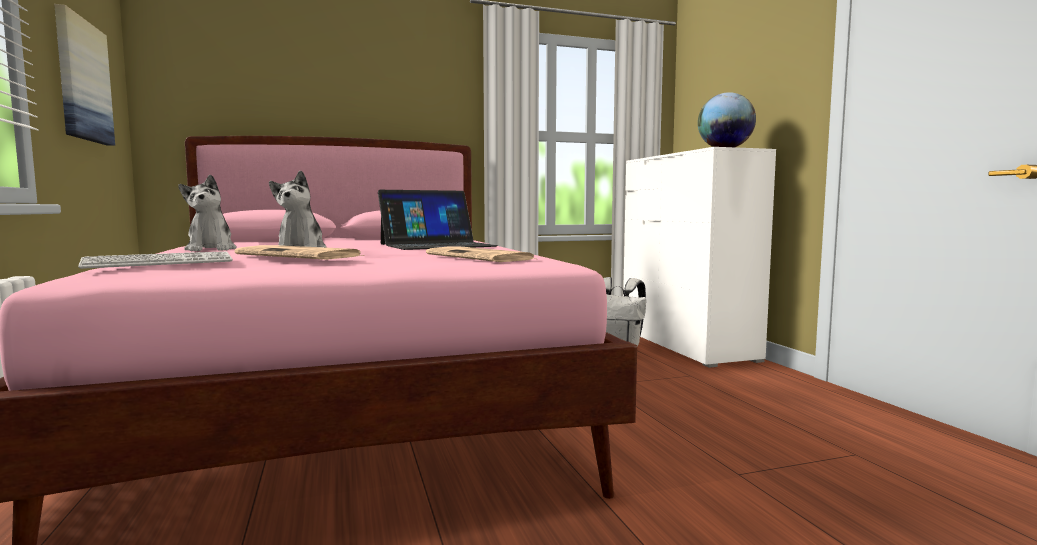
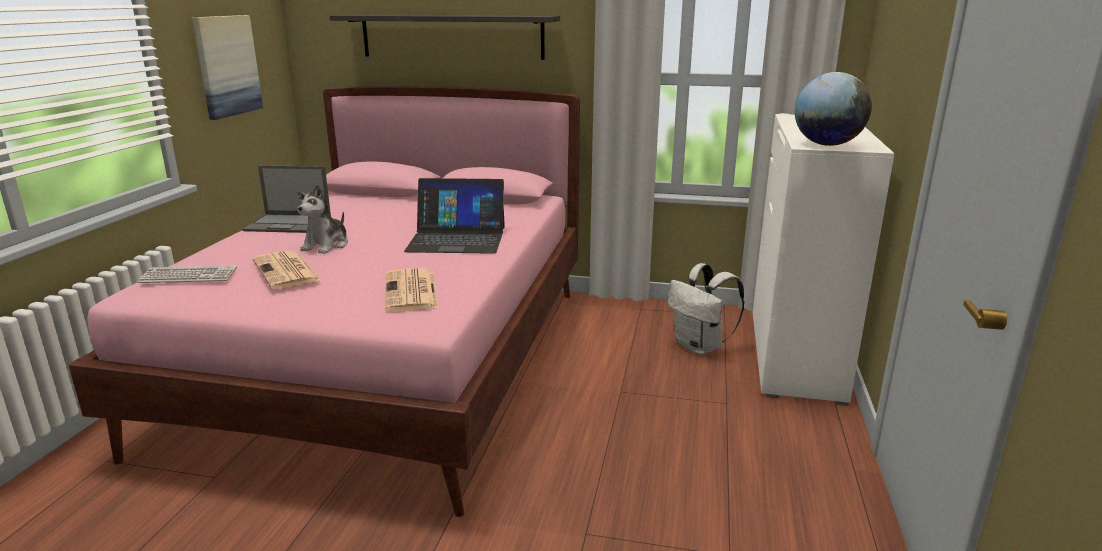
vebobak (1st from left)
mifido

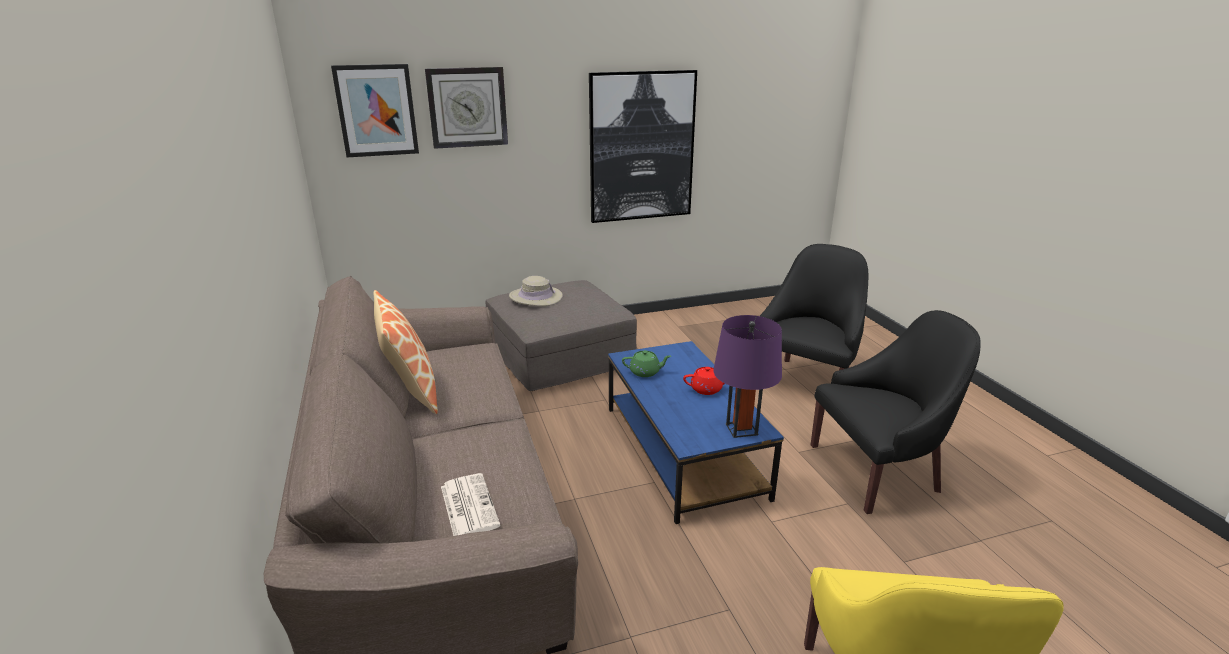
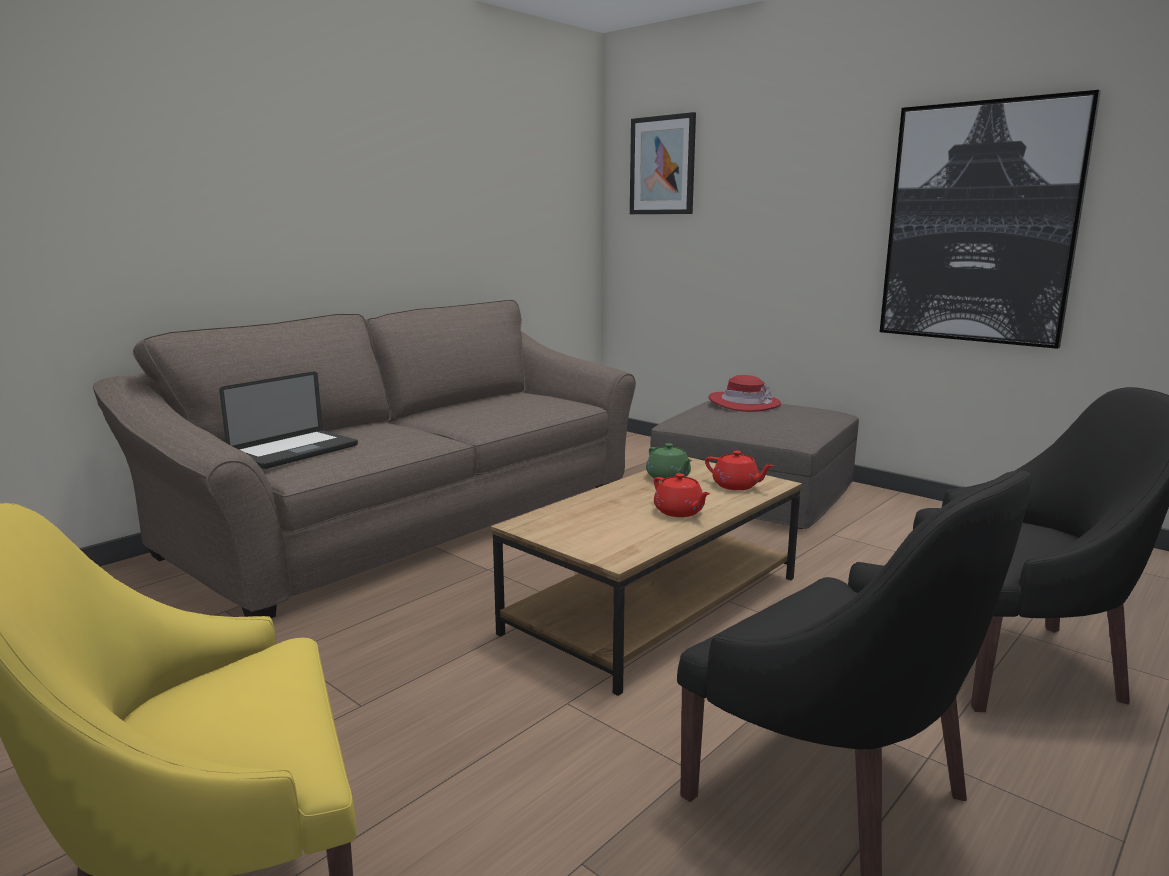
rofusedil
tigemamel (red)
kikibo
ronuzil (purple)
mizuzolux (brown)
vebobak
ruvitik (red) (2nd from left)

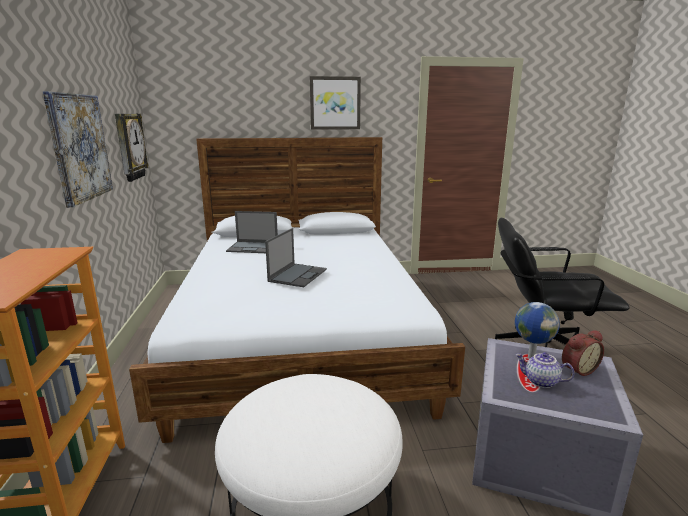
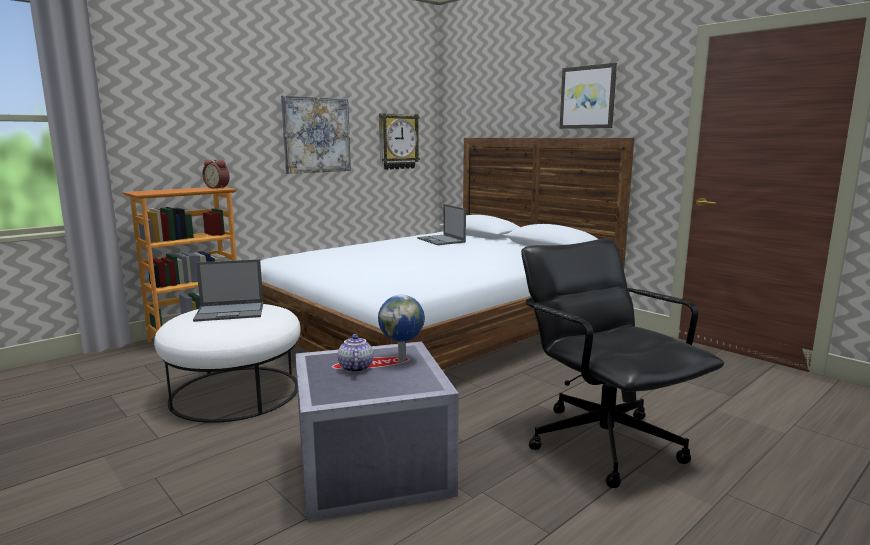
vebobak (1st from left)
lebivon

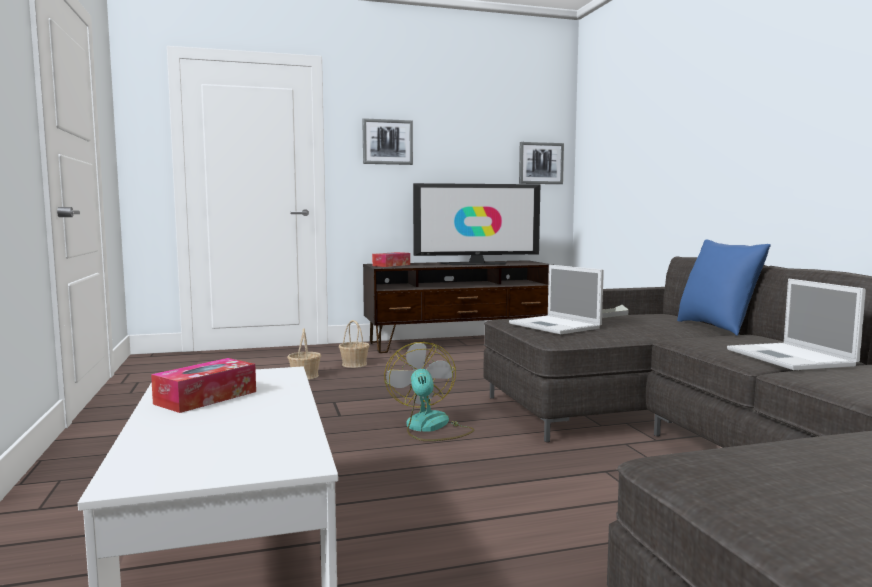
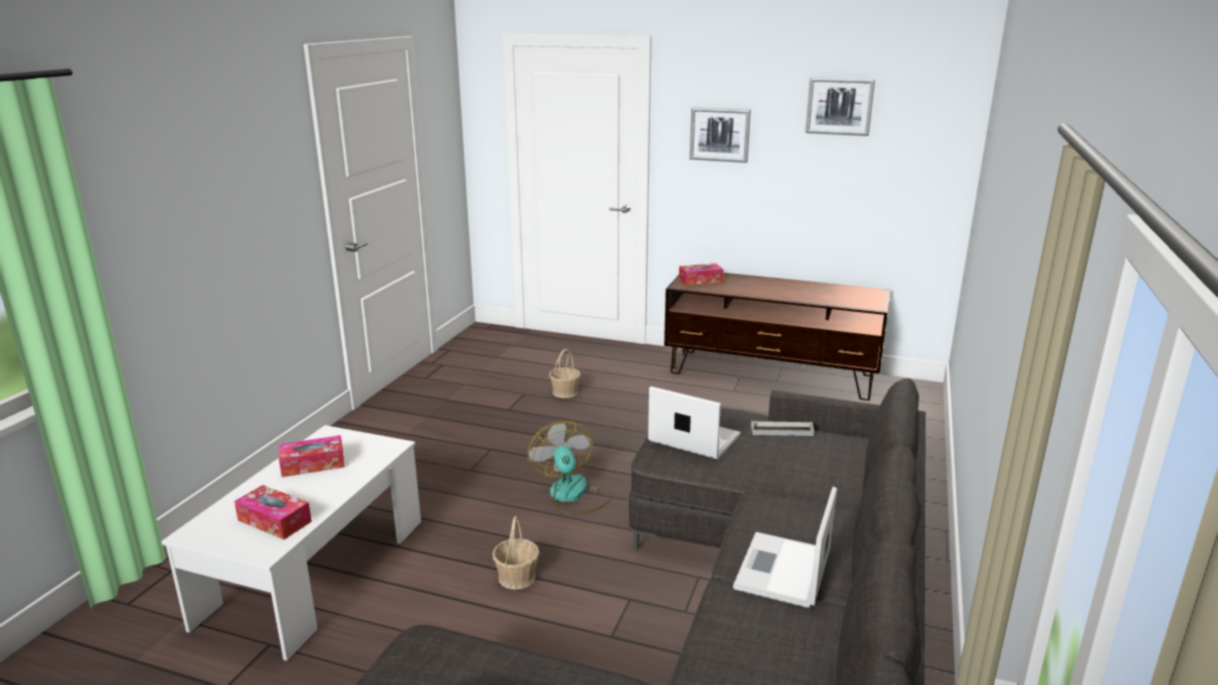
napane (2nd from left)
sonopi
kikibo (blue)
vebobak (1st from left)
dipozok (1st from left)
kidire
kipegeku (1st from left)

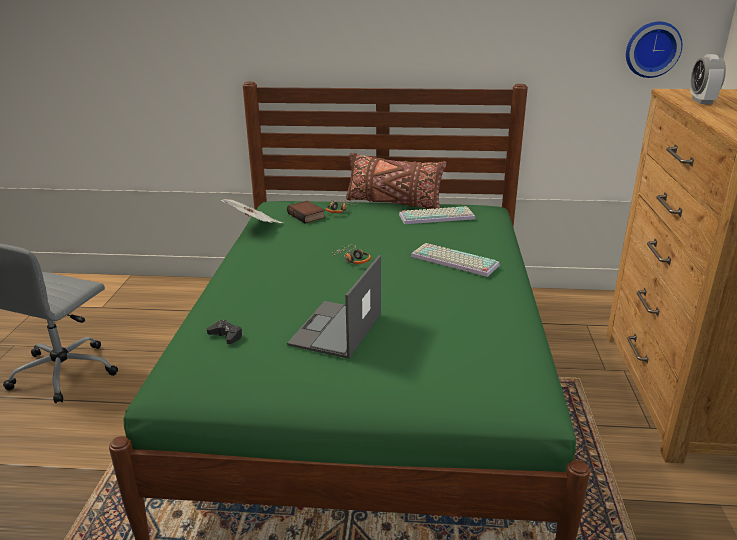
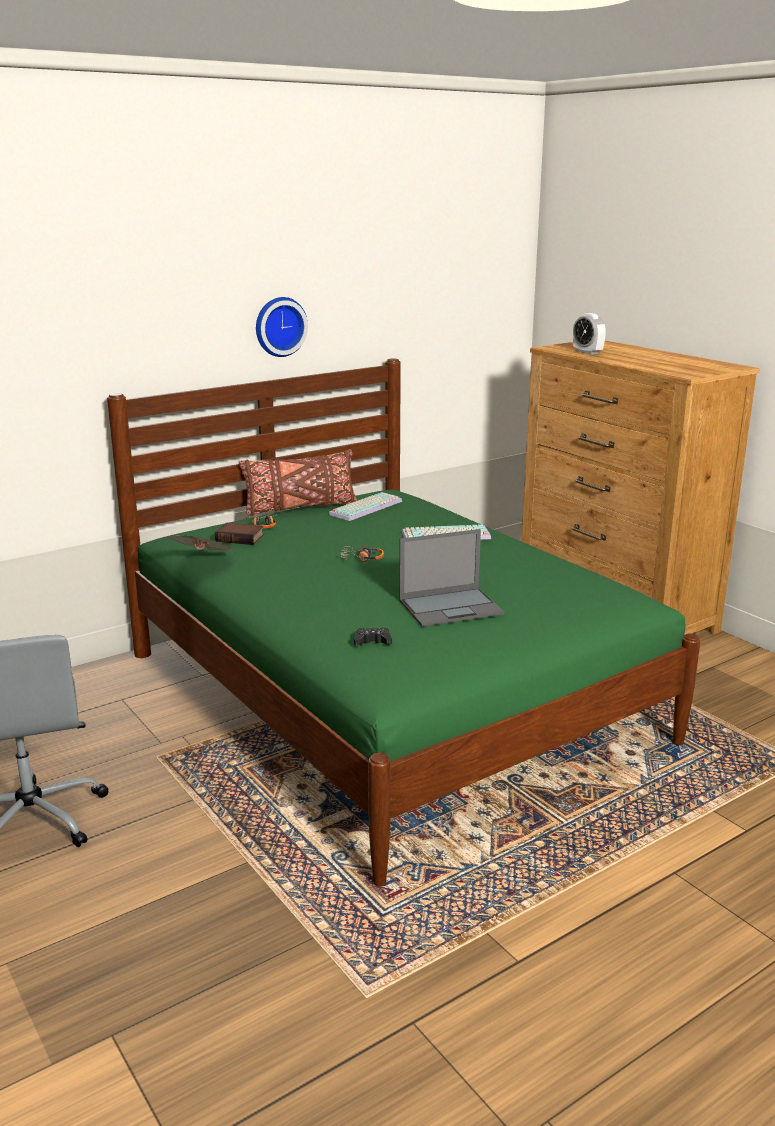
rofusedil
vebobak

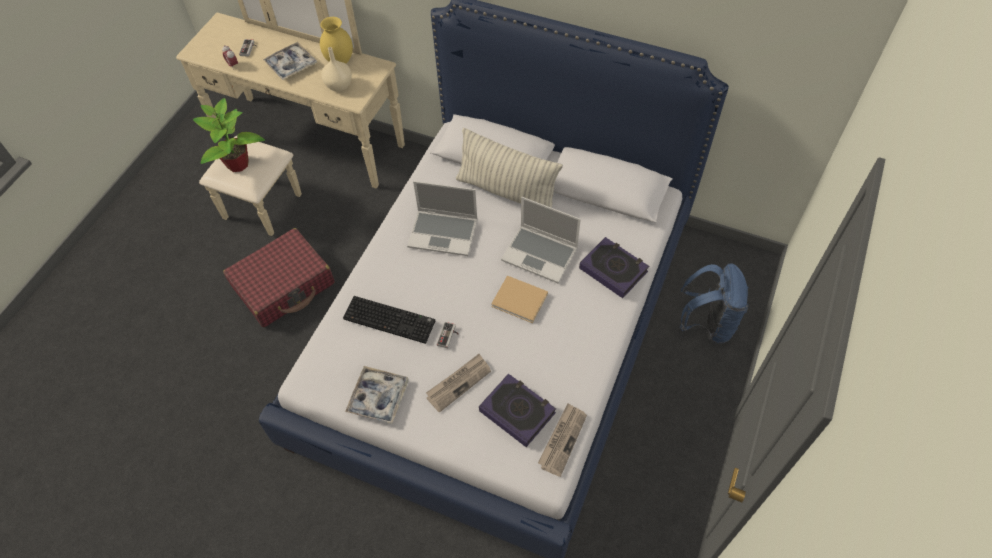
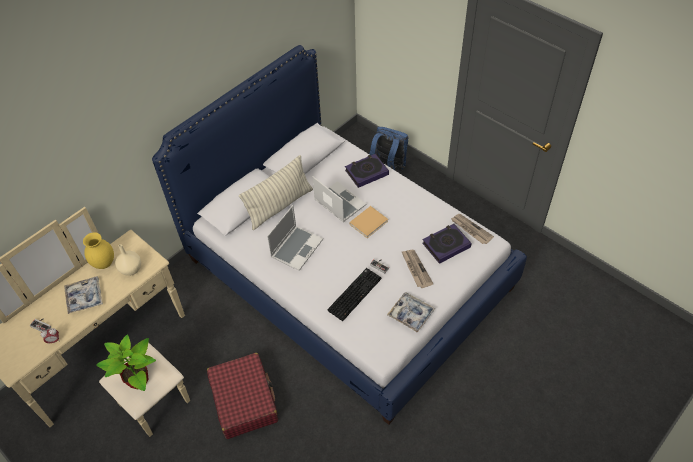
vebobak (2nd from left)

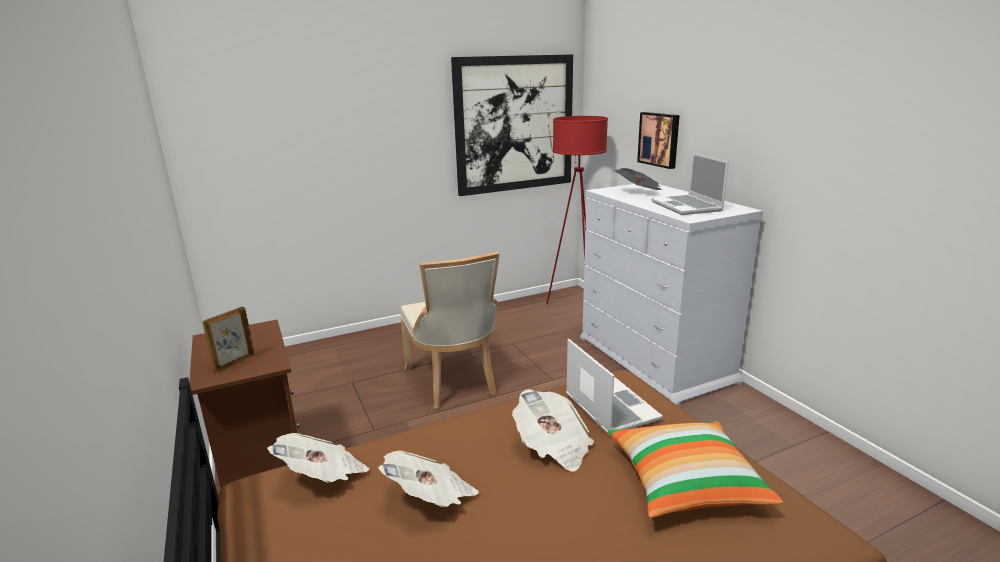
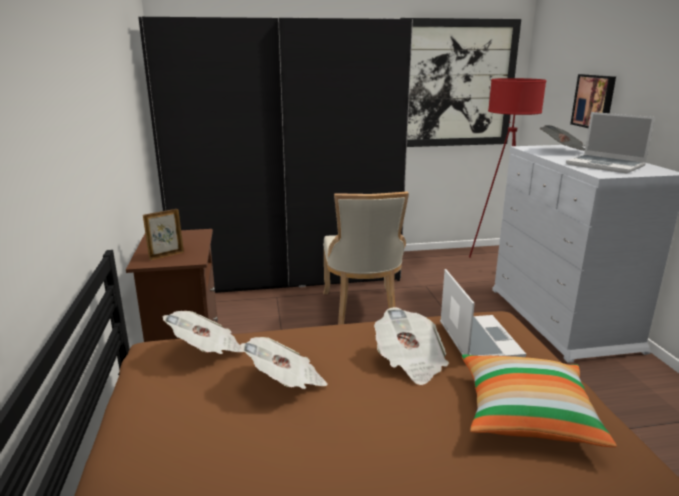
vebobak (2nd from left)
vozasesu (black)

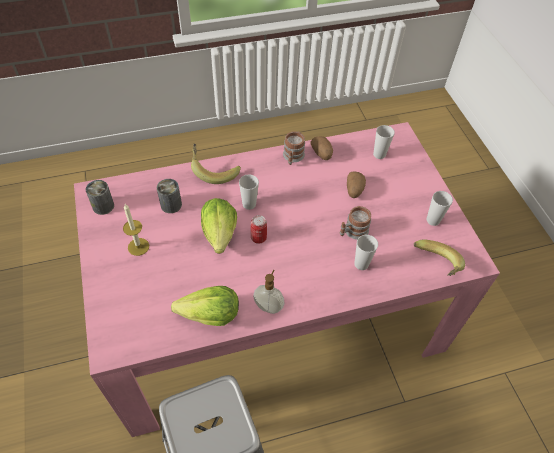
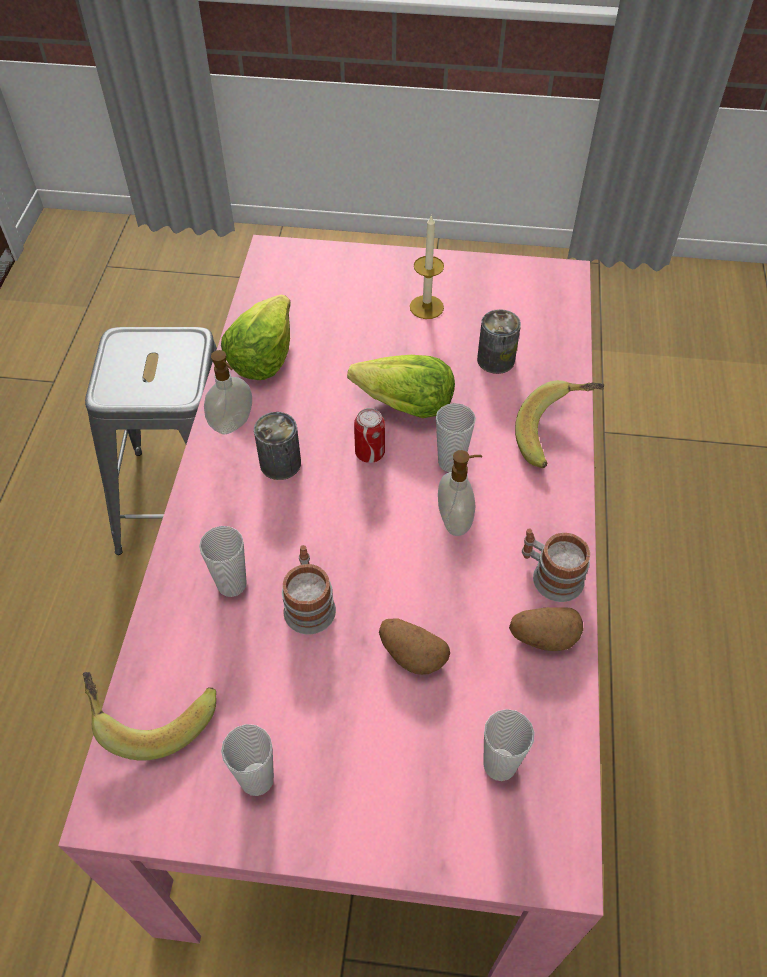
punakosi (1st from left)
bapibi (2nd from left)

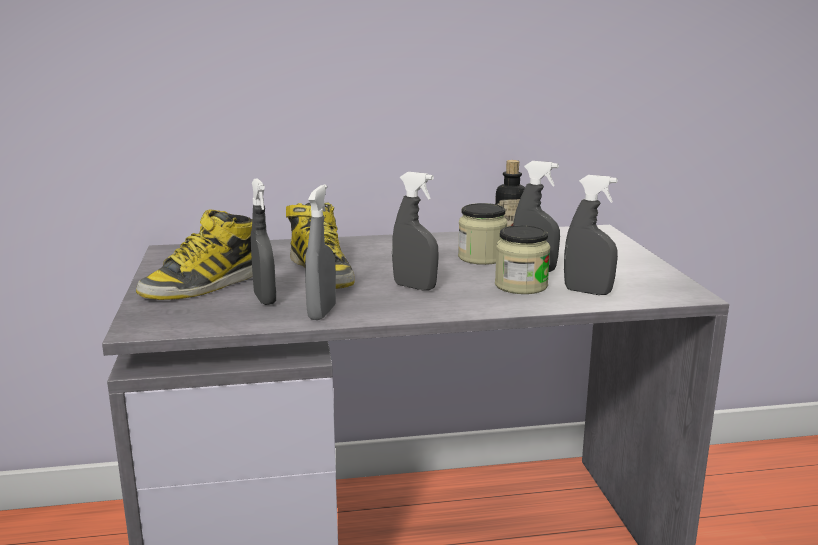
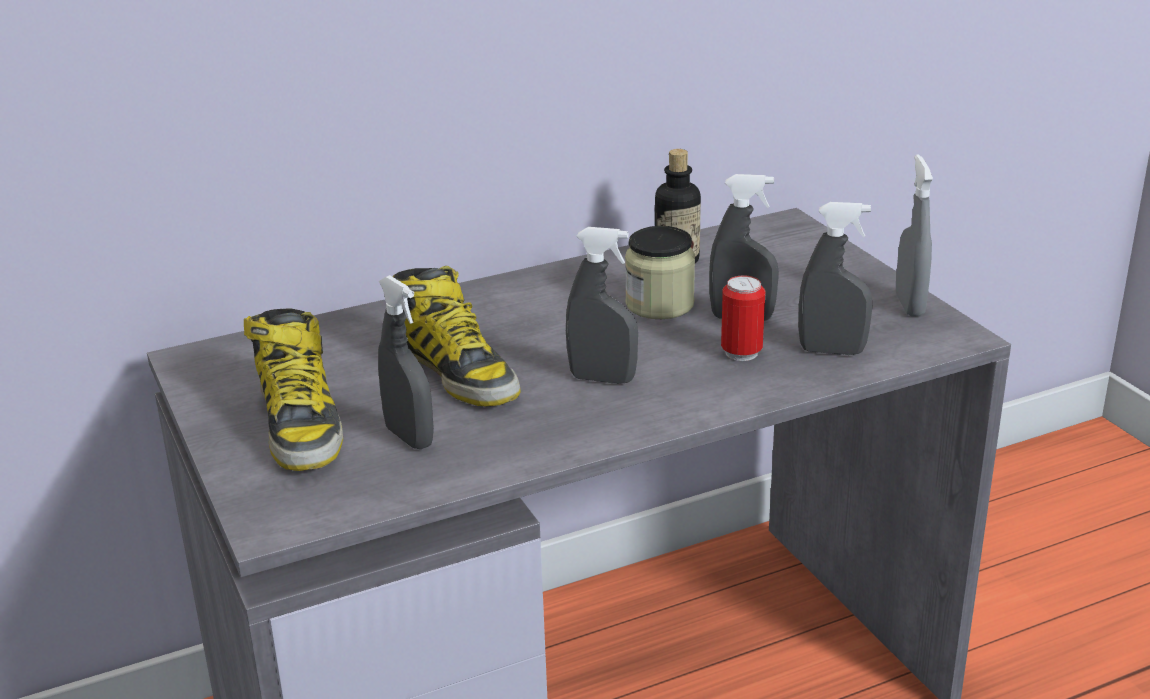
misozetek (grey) (5th from left)
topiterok (1st from left)
punakosi

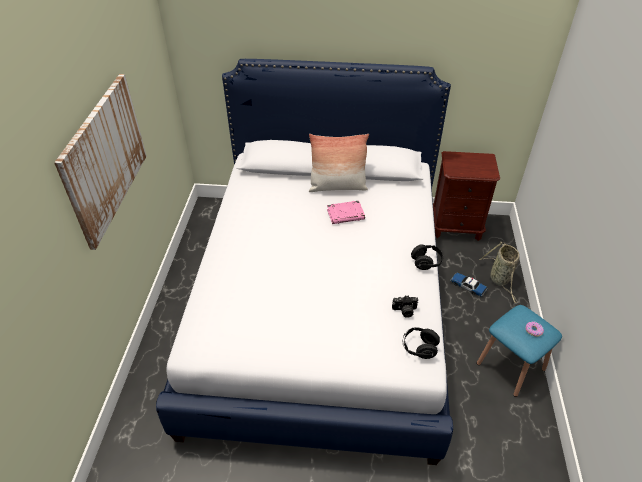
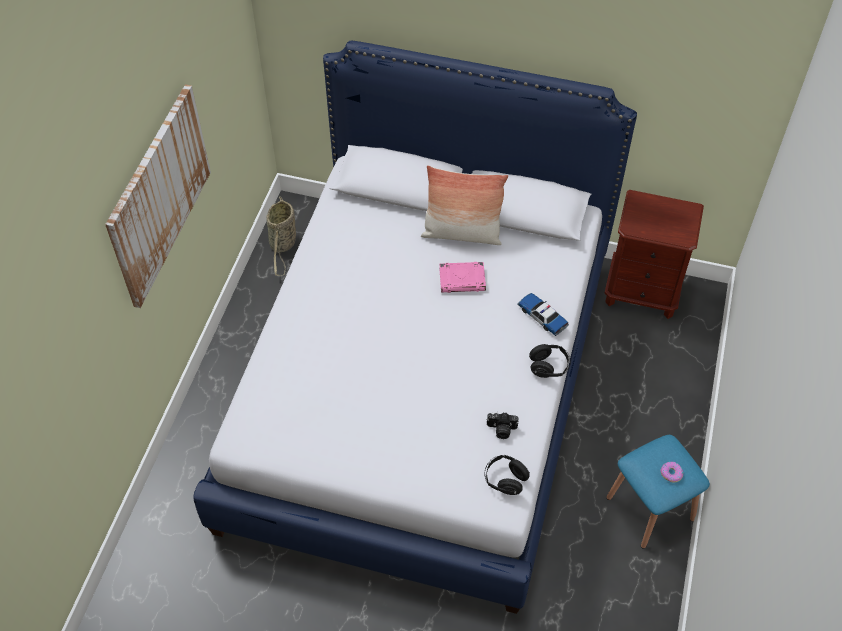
dipozok
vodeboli

